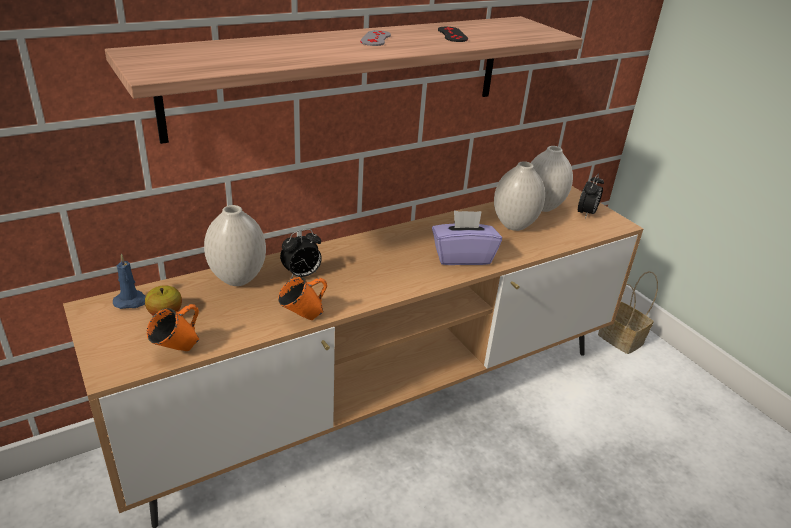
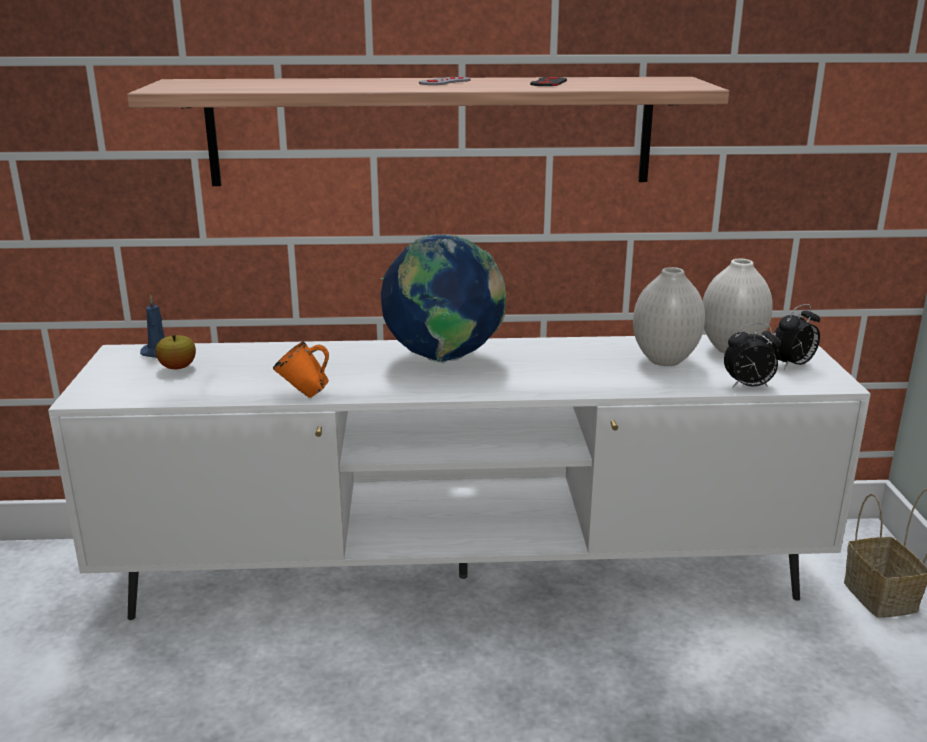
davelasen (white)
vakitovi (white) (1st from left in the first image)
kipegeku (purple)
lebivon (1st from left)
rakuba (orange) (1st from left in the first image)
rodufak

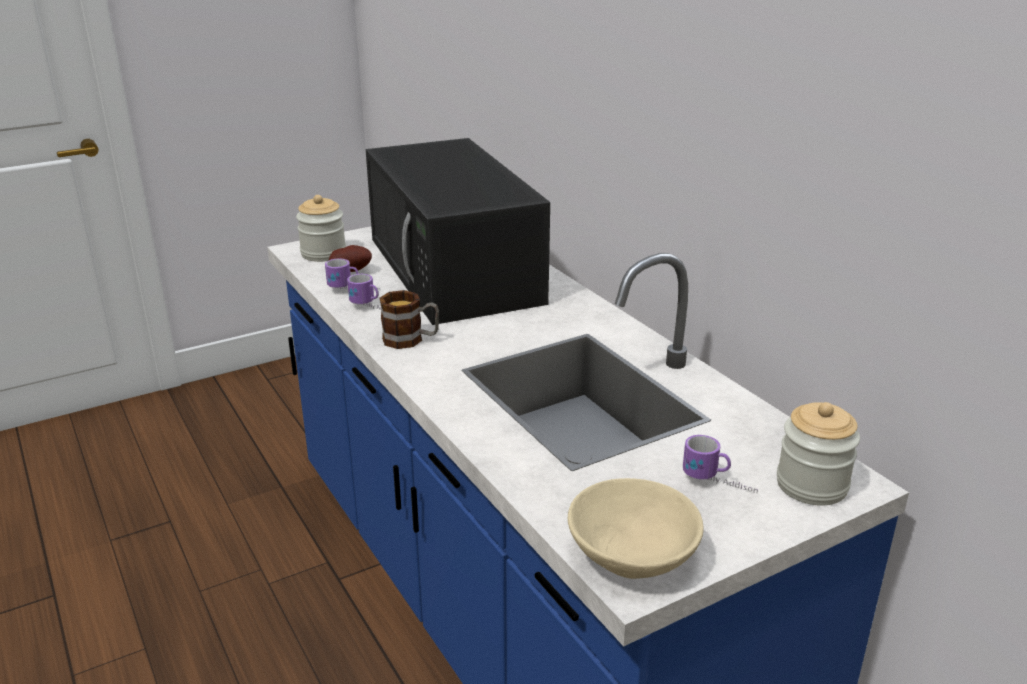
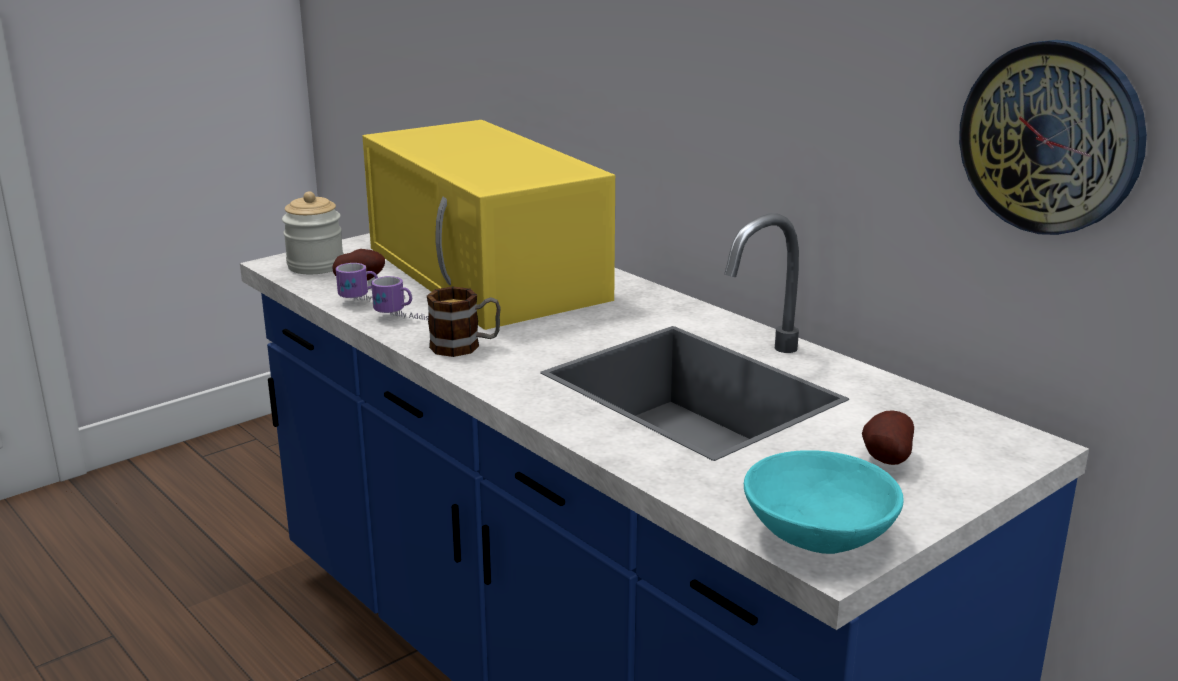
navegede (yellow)
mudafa (2nd from left in the first image)
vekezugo (2nd from left)
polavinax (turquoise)
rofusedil

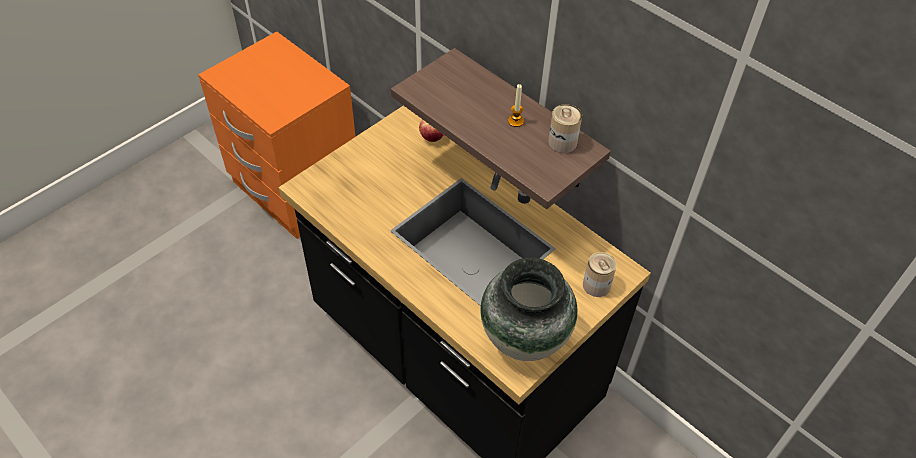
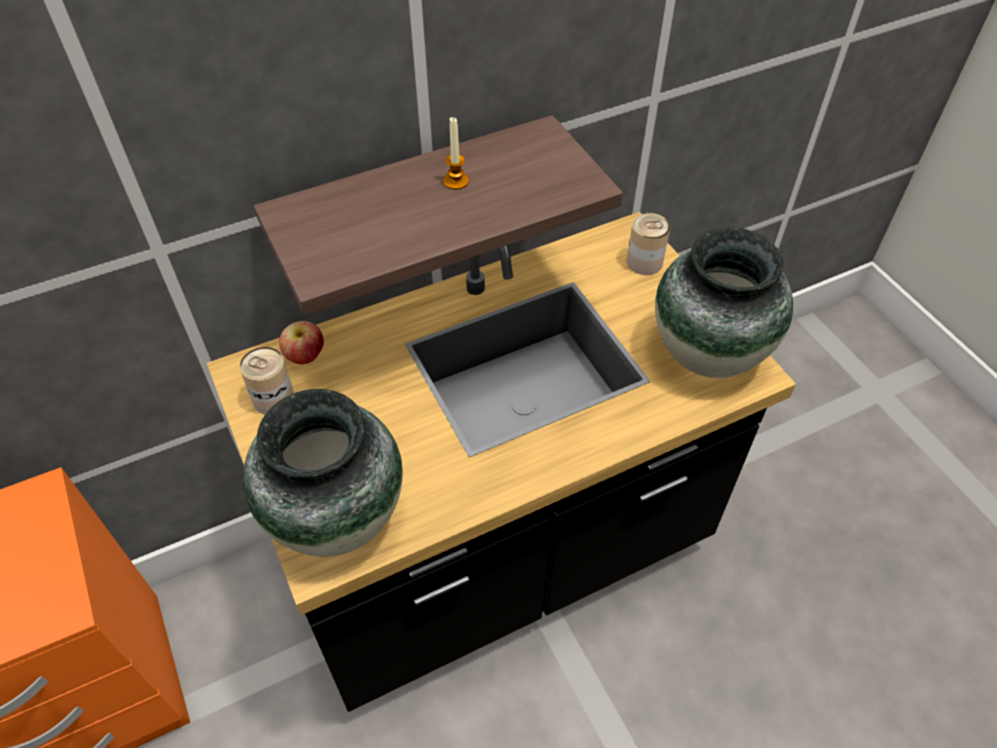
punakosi (1st from left)
vakitovi (1st from left)

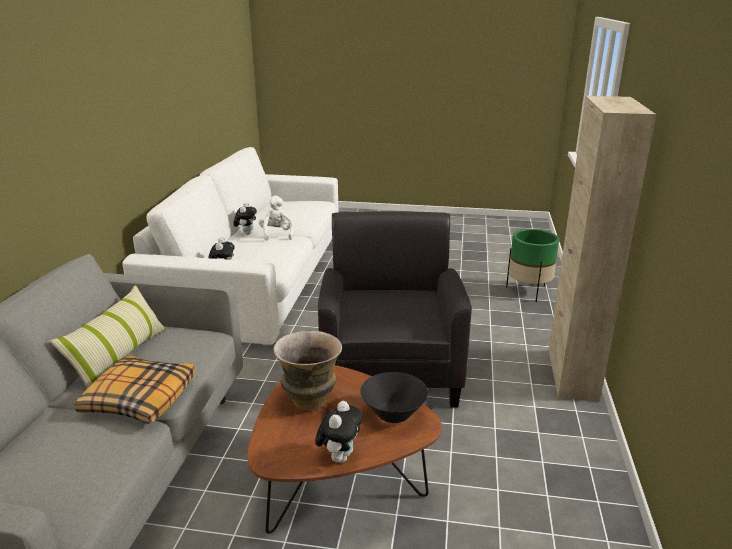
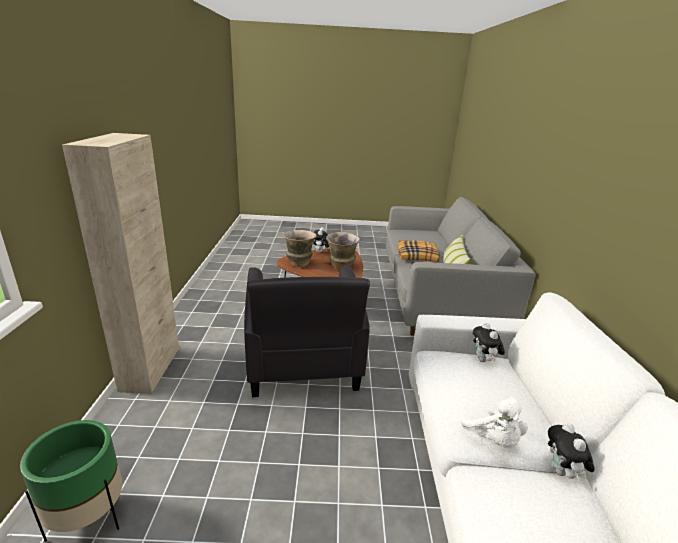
vakitovi (1st from left)

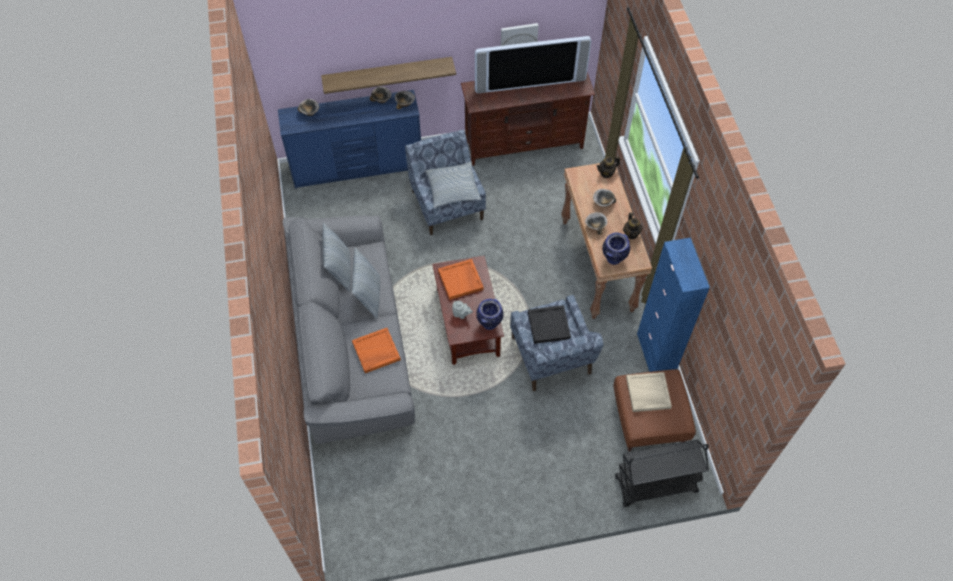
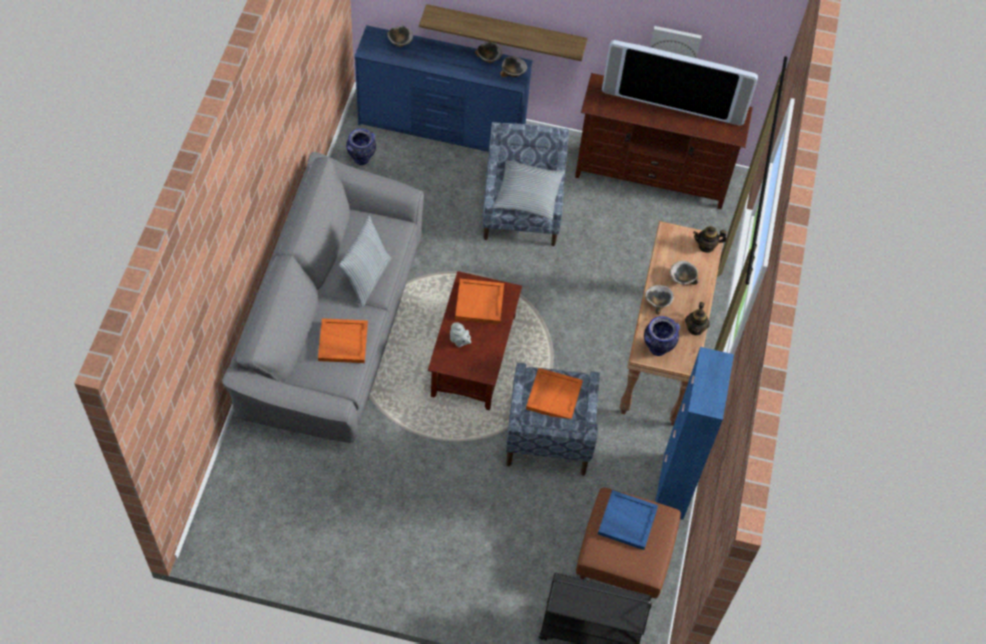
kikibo (1st from left in the first image)
vakitovi (1st from left)
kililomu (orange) (3rd from left)
kililomu (blue)

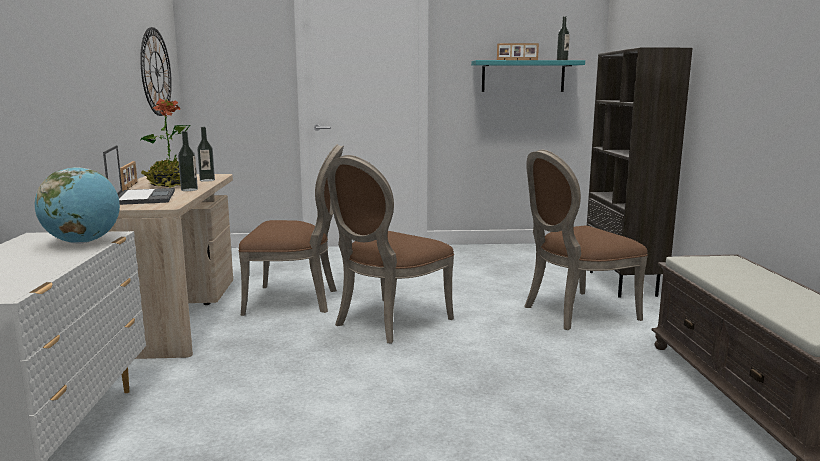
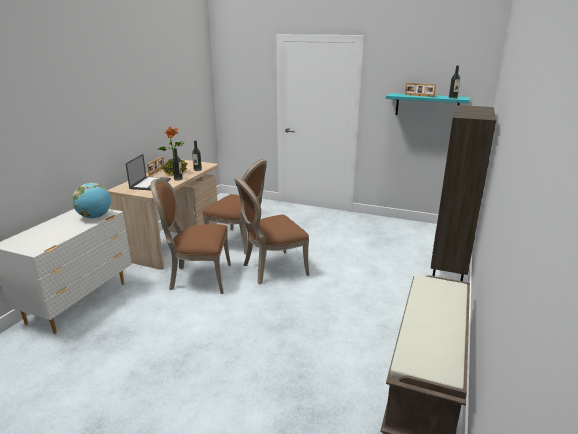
rofusedil
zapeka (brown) (1st from left)

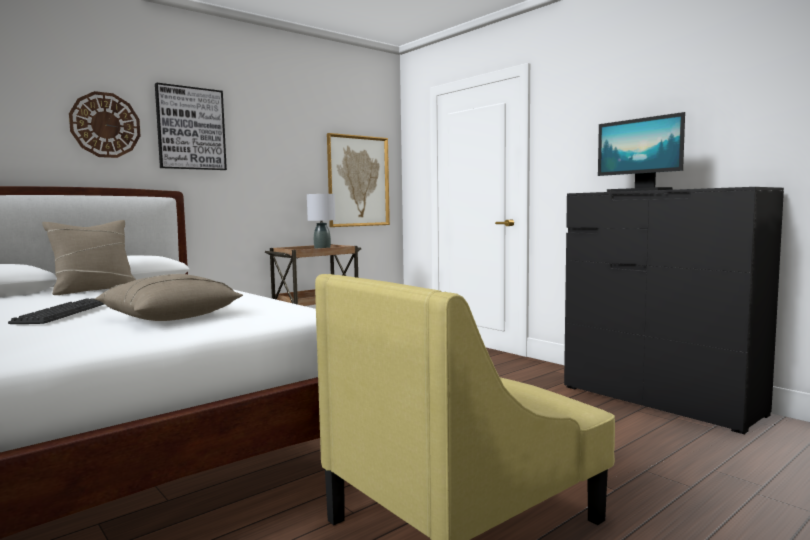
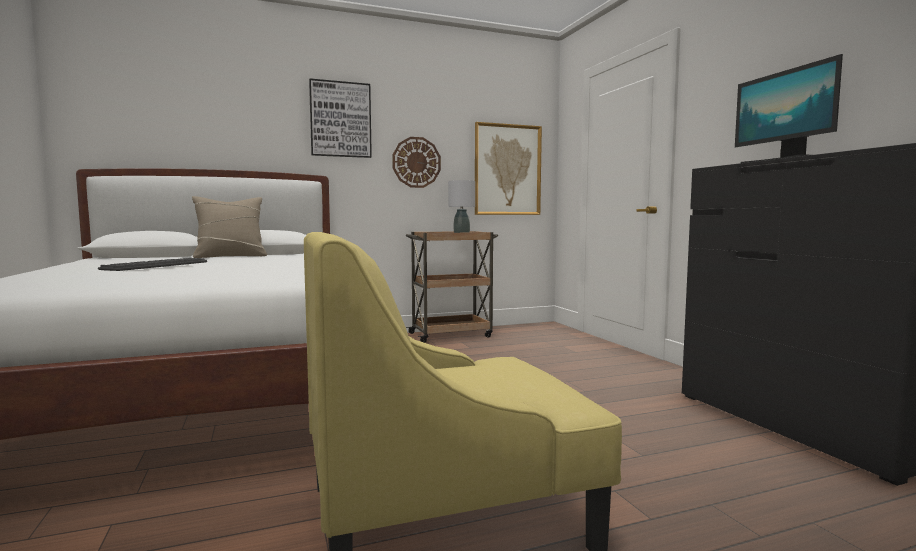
rofusedil
kikibo (beige) (2nd from left in the first image)

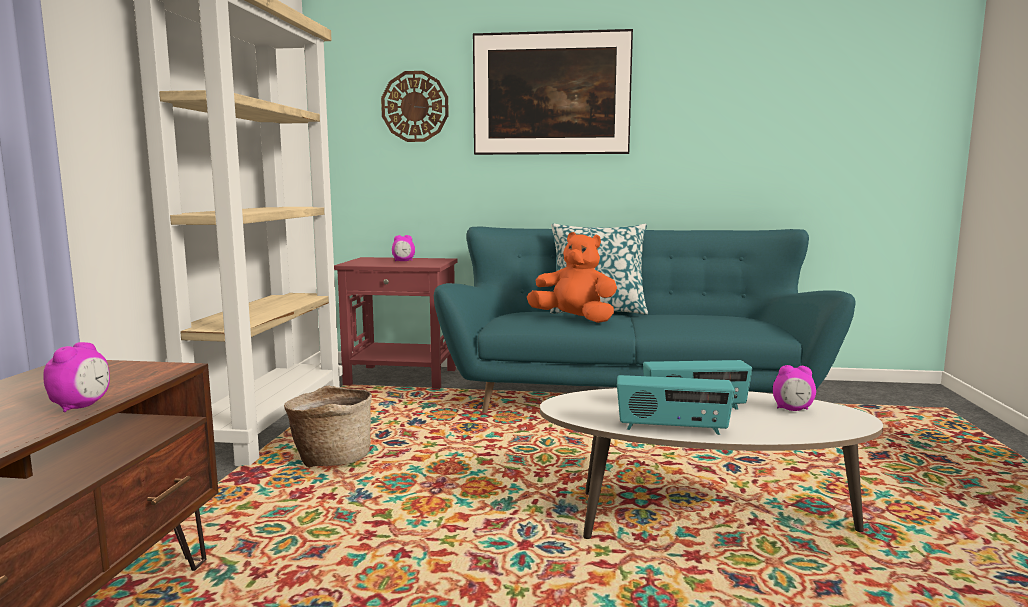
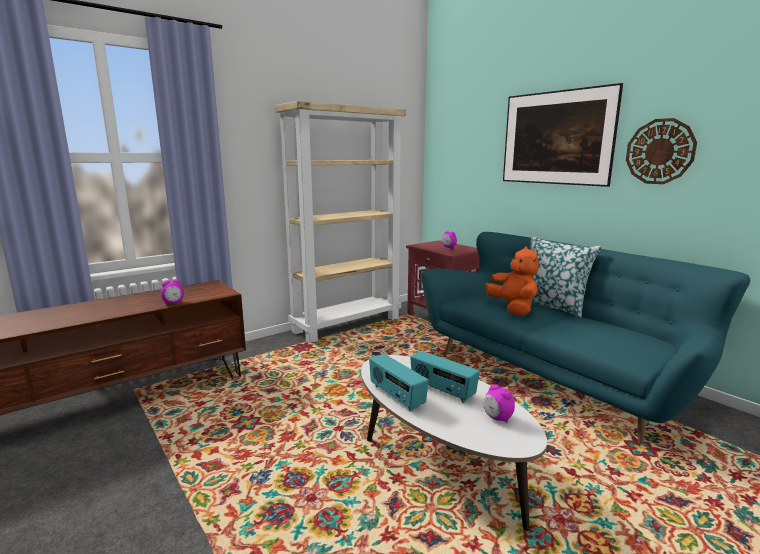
rofusedil
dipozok

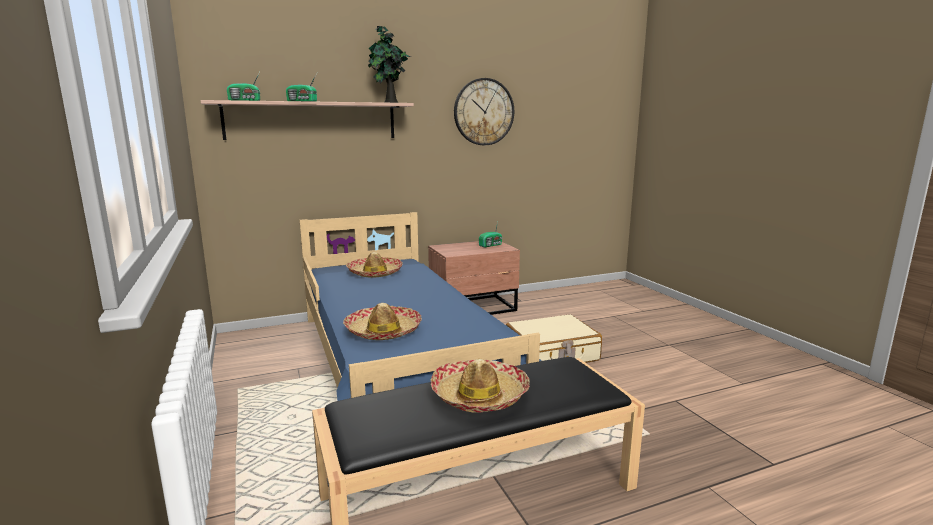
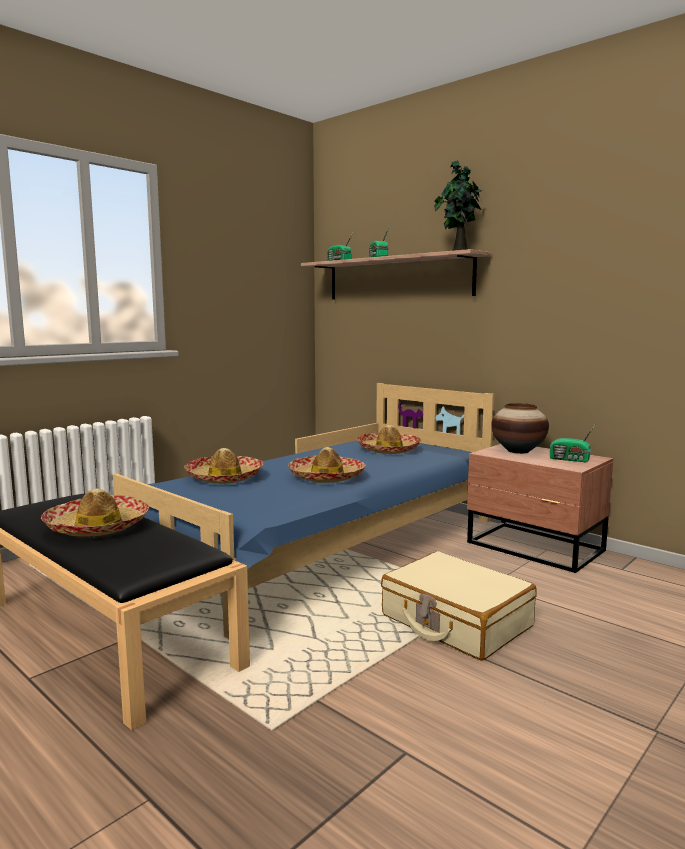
rofusedil
vakitovi
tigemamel (3rd from left)

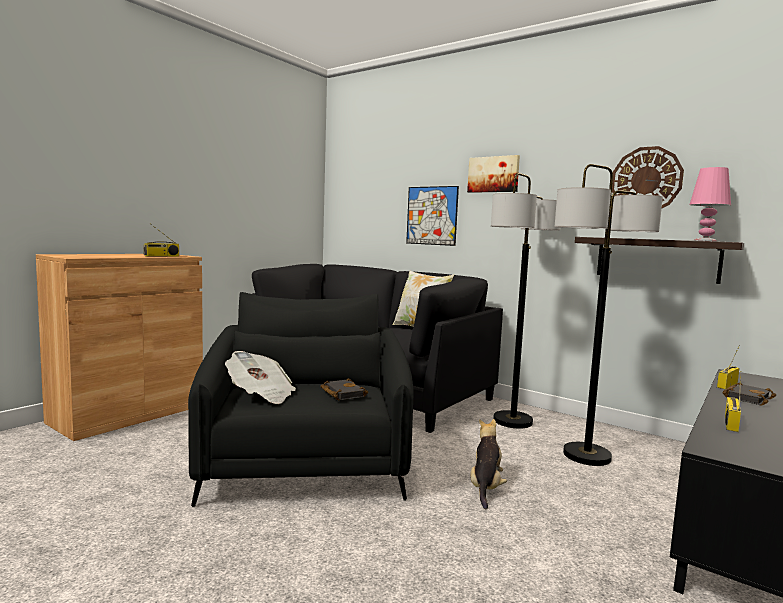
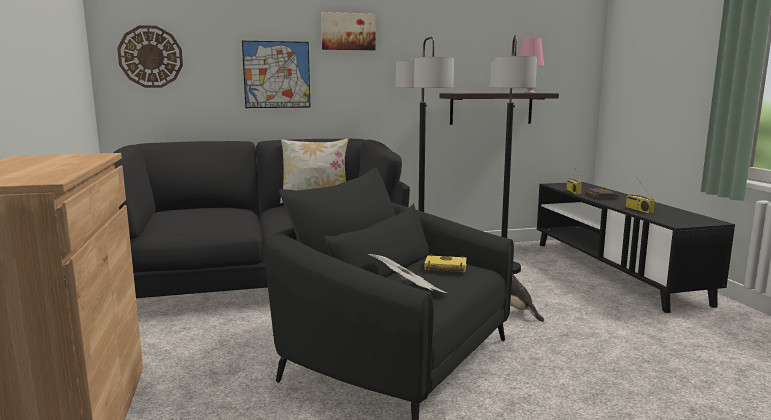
rofusedil
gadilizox (1st from left in the first image)
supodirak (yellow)

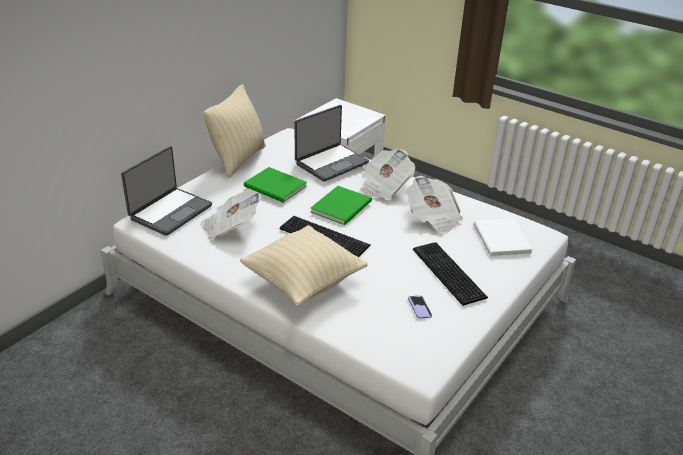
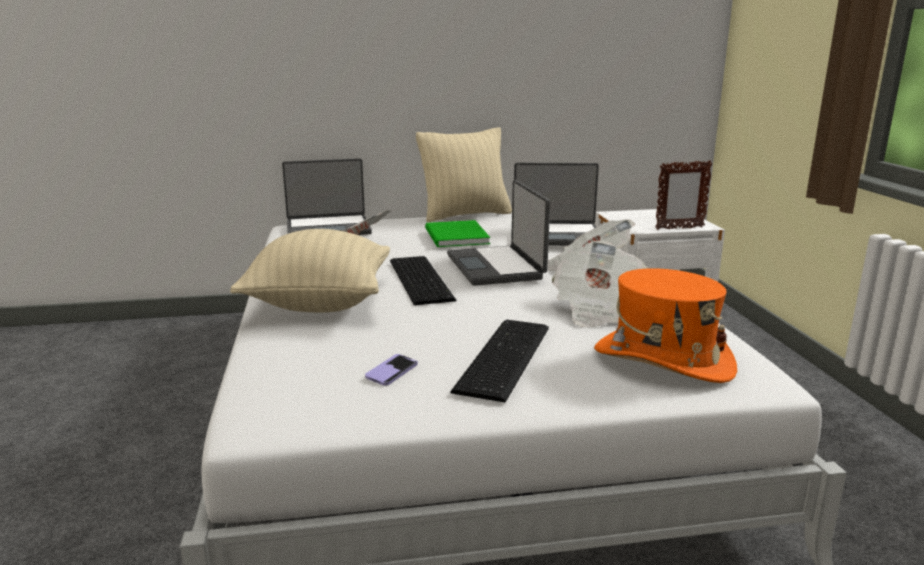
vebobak (2nd from left)
tigemamel (orange)
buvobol

